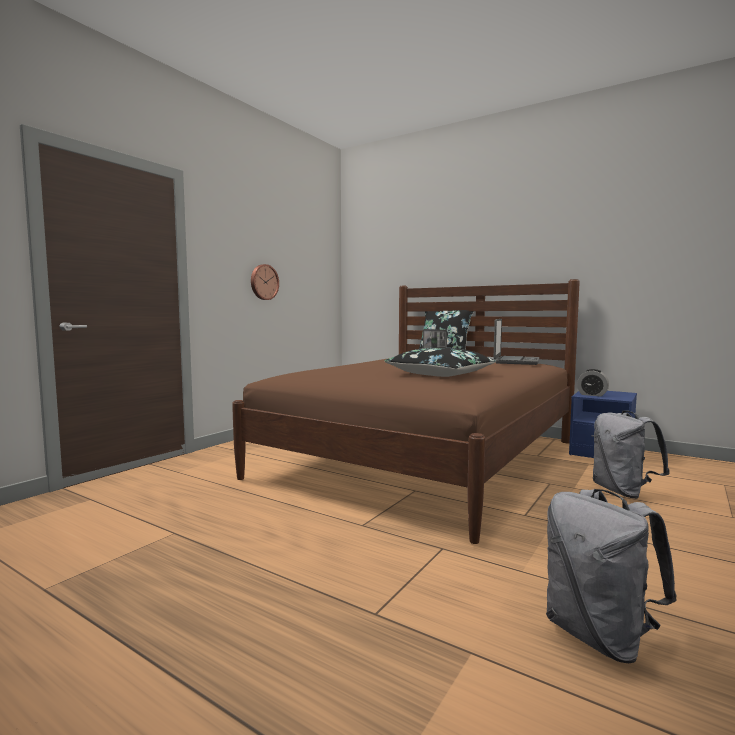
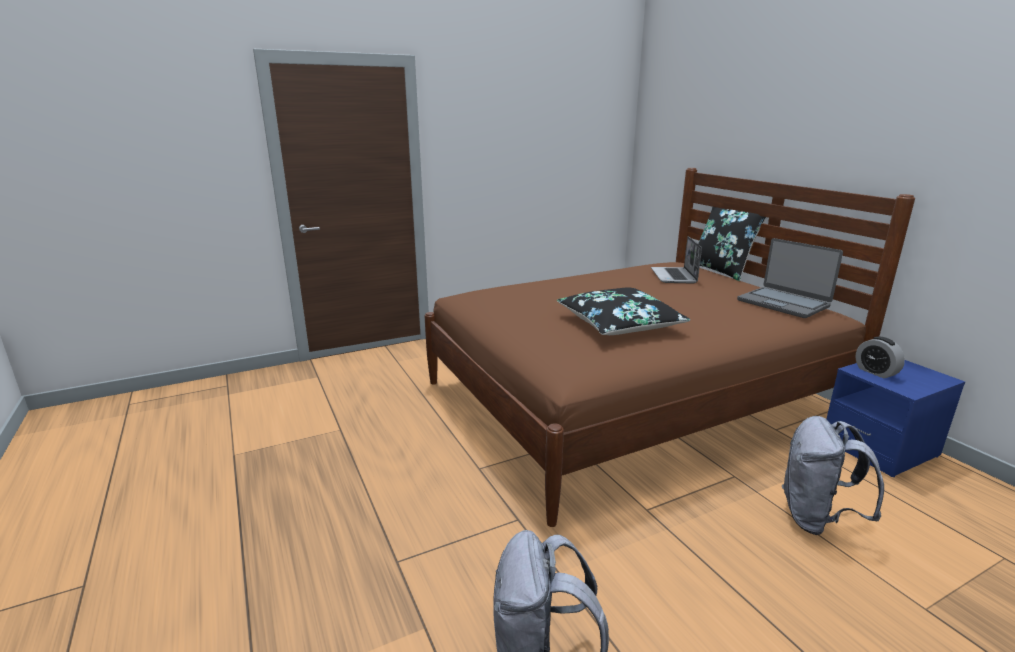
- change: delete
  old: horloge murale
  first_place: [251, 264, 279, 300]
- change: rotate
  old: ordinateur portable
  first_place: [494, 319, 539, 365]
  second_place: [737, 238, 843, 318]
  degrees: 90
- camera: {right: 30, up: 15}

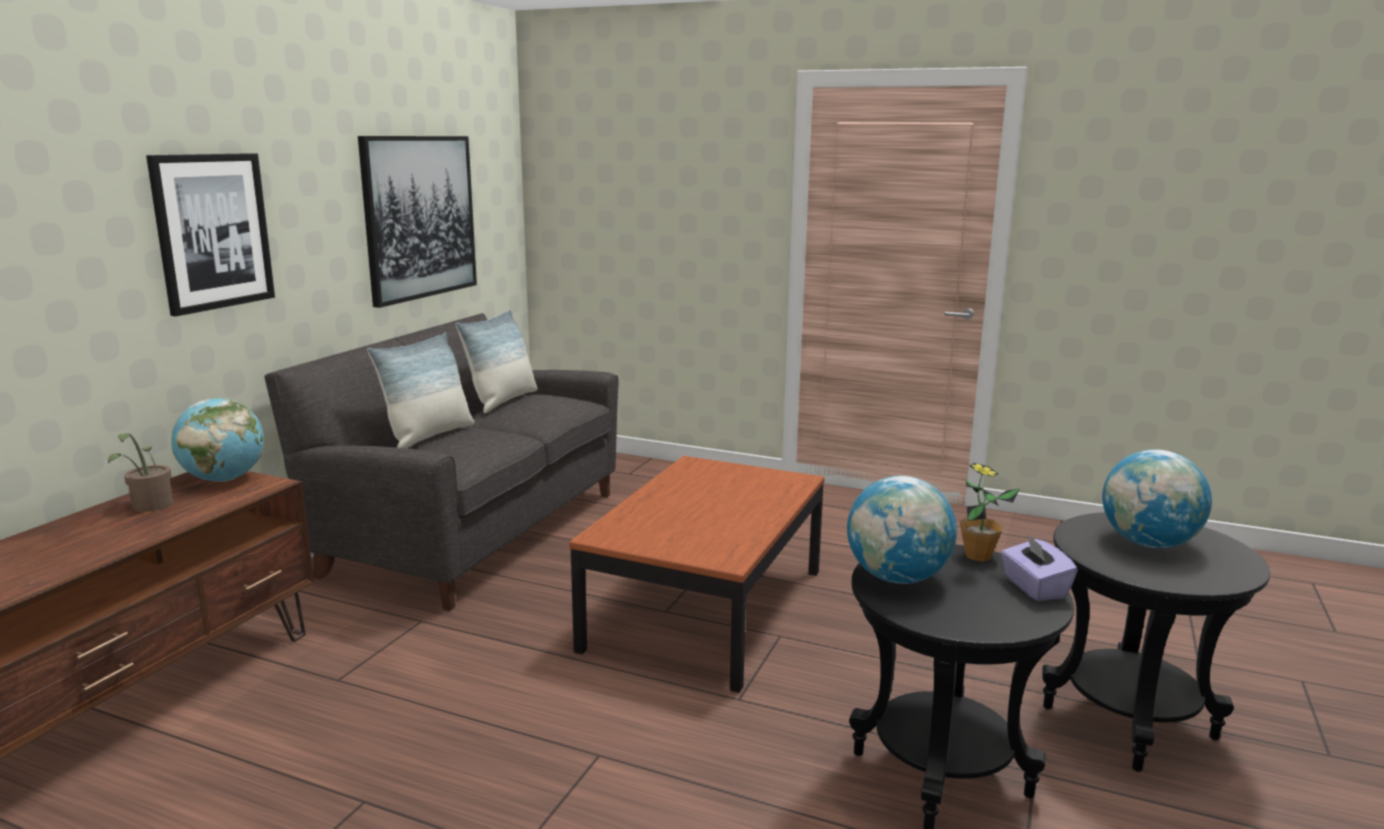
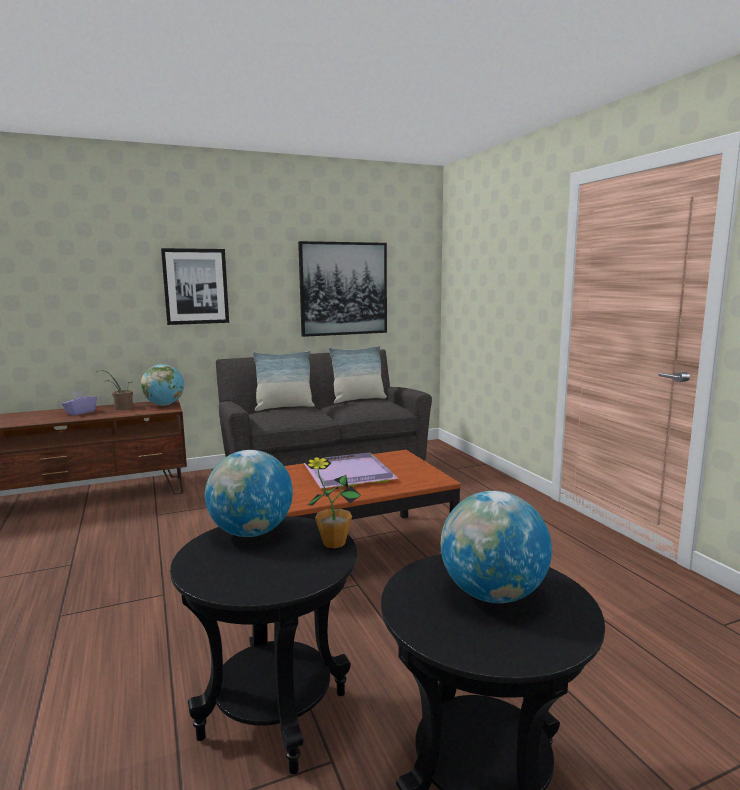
- change: move
  old: boîte à mouchoirs (violet)
  first_place: [1001, 534, 1078, 601]
  second_place: [62, 390, 97, 415]
- change: insert
  new: plateau (violet)
  second_place: [304, 452, 399, 488]
- camera: {right: 45, up: -5}

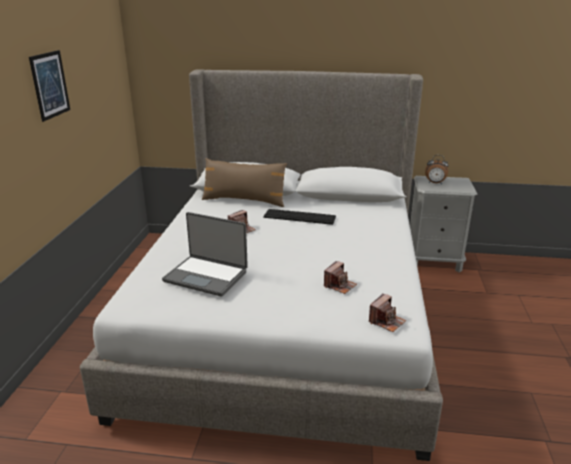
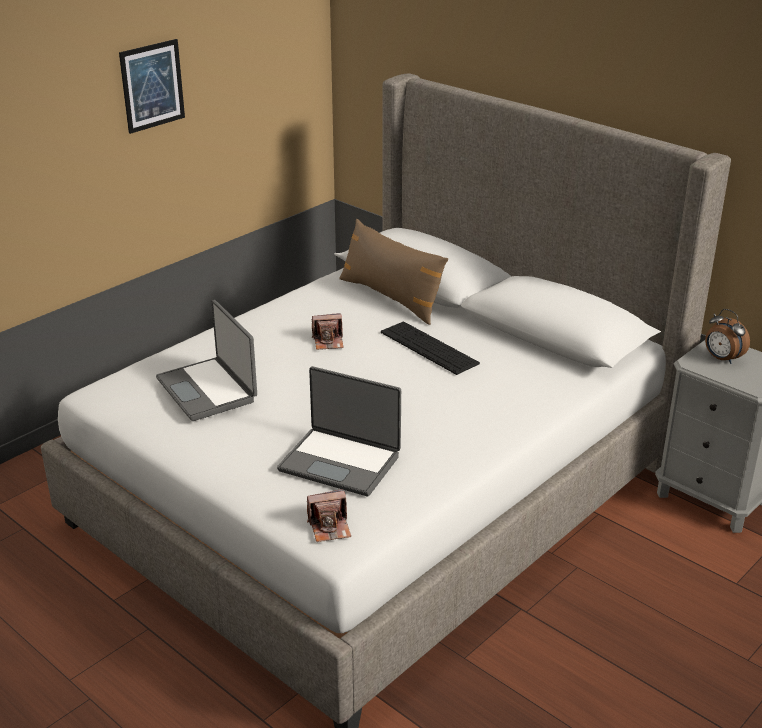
- change: replace
  old: appareil photo
  new: ordinateur portable
  first_place: [324, 261, 357, 294]
  second_place: [277, 366, 401, 496]
- camera: {right: 35, up: 5}

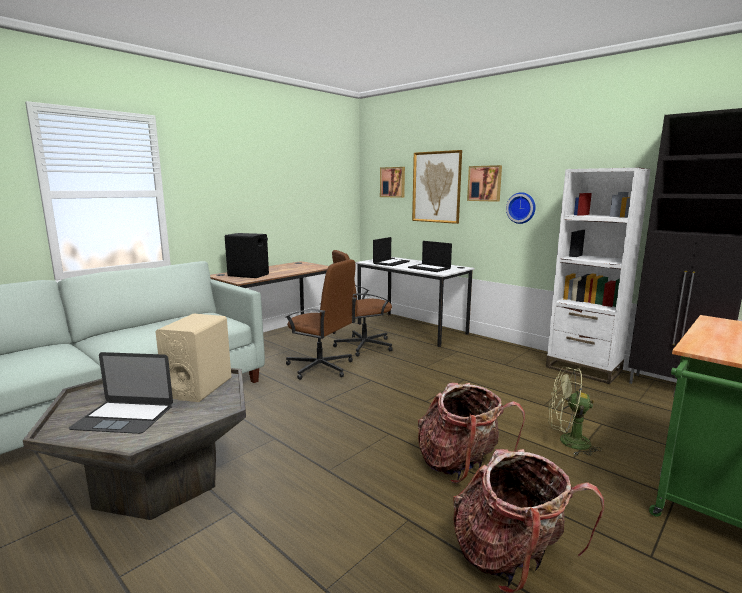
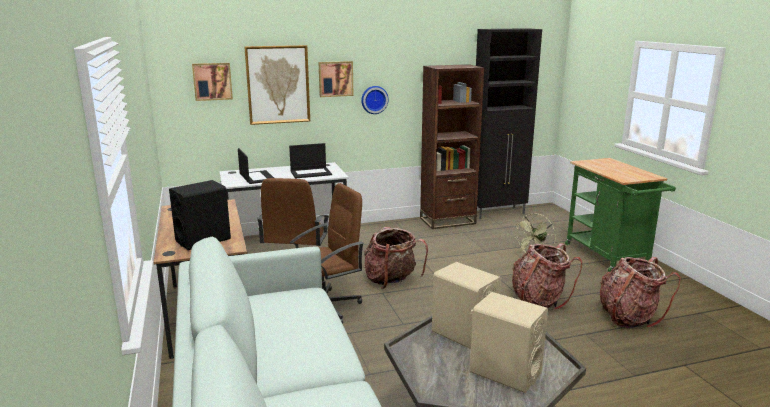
- change: replace
  old: ordinateur portable
  new: enceinte (beige)
  first_place: [69, 352, 173, 434]
  second_place: [470, 292, 548, 393]
- change: recolor
  old: bibliothèque (blanc)
  new: bibliothèque (marron)
  first_place: [546, 168, 651, 384]
  second_place: [420, 64, 484, 229]
- change: insert
  new: sac à dos
  second_place: [364, 227, 428, 289]
- camera: {right: -60, up: 5}

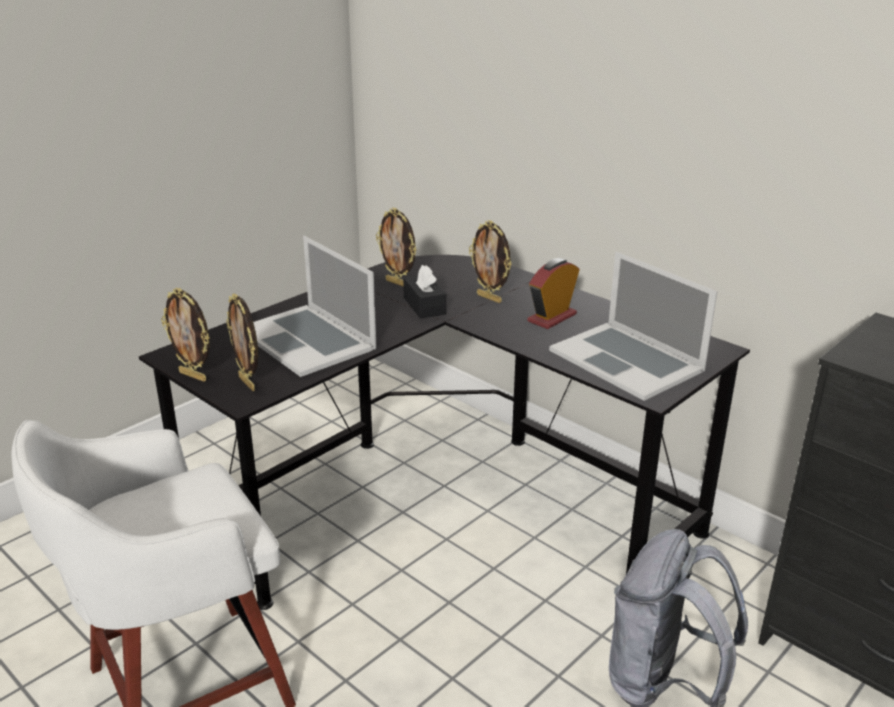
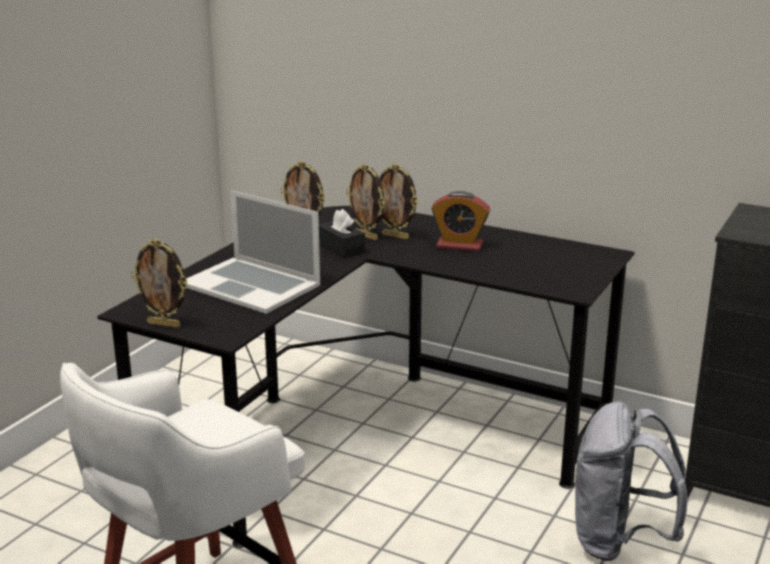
- change: move
  old: cadre photo
  first_place: [226, 294, 258, 391]
  second_place: [346, 163, 385, 240]
- change: rotate
  old: réveil
  first_place: [527, 258, 579, 329]
  second_place: [432, 191, 490, 252]
  degrees: -105
- change: delete
  old: ordinateur portable
  first_place: [549, 251, 717, 401]
- camera: {right: -15, up: -5}

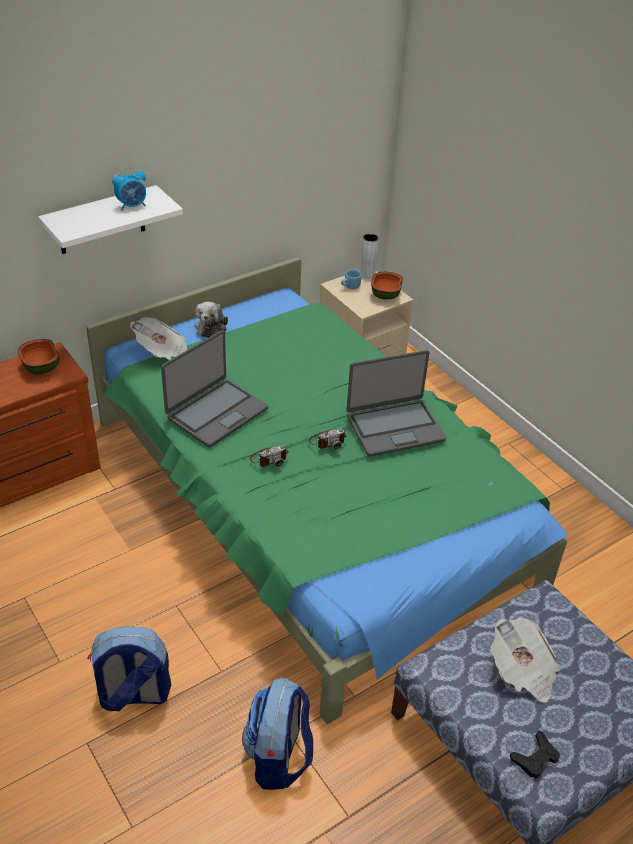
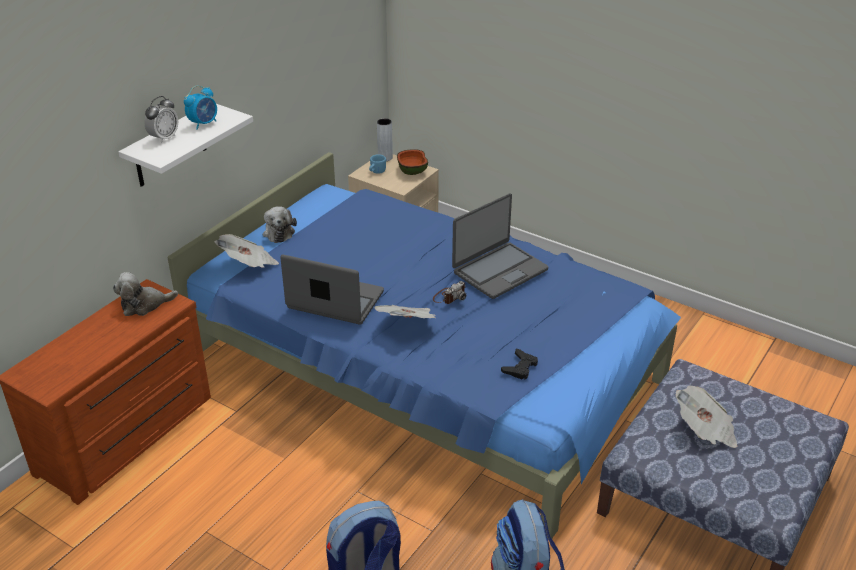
- change: replace
  old: bol
  new: peluche
  first_place: [18, 339, 60, 374]
  second_place: [113, 272, 178, 316]
- change: recolor
  old: lit (vert)
  new: lit (bleu)
  first_place: [86, 257, 568, 724]
  second_place: [168, 152, 681, 538]
- change: rotate
  old: ordinateur portable
  first_place: [161, 330, 268, 447]
  second_place: [280, 254, 384, 324]
  degrees: -90
- change: replace
  old: appareil photo
  new: journal
  first_place: [250, 445, 289, 467]
  second_place: [375, 305, 436, 318]
- change: move
  old: manette (noir)
  first_place: [510, 730, 560, 778]
  second_place: [501, 349, 538, 379]
- change: insert
  new: réveil
  second_place: [144, 96, 178, 143]
- camera: {right: -20, up: -5}

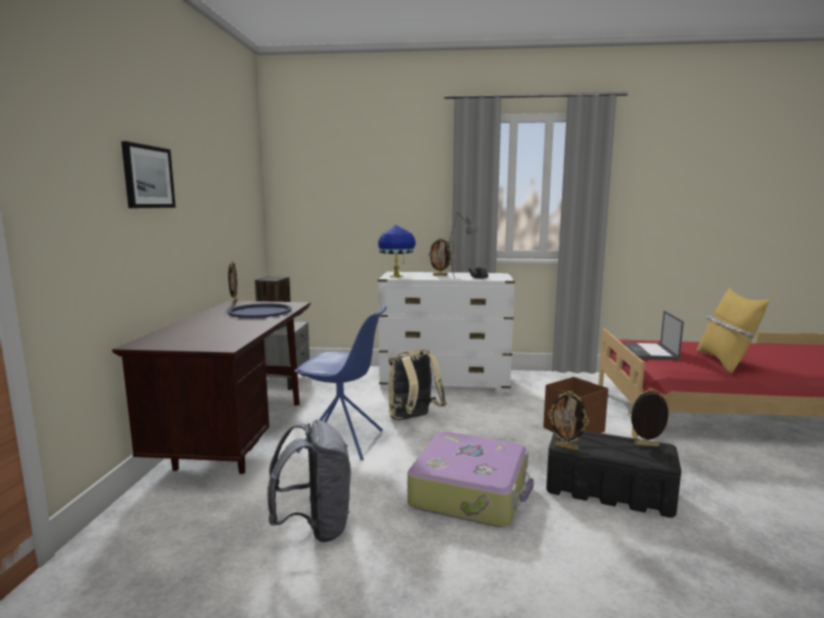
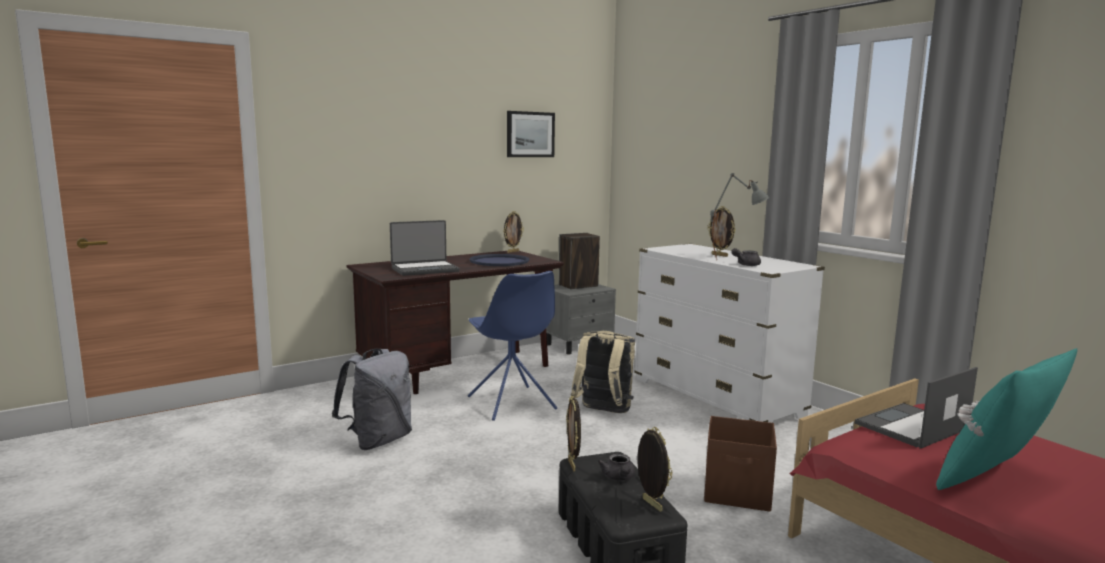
- change: move
  old: tableau
  first_place: [121, 141, 176, 208]
  second_place: [507, 111, 555, 157]
- change: delete
  old: lampe de table (bleu)
  first_place: [378, 225, 416, 278]
- change: delete
  old: valise
  first_place: [407, 432, 534, 527]
- change: recolor
  old: coussin (jaune)
  new: coussin (turquoise)
  first_place: [697, 288, 769, 374]
  second_place: [936, 348, 1077, 490]
- change: insert
  new: ordinateur portable
  second_place: [390, 220, 460, 276]
- change: insert
  new: théière (gris)
  second_place: [598, 453, 635, 481]
- camera: {right: 50, up: 0}

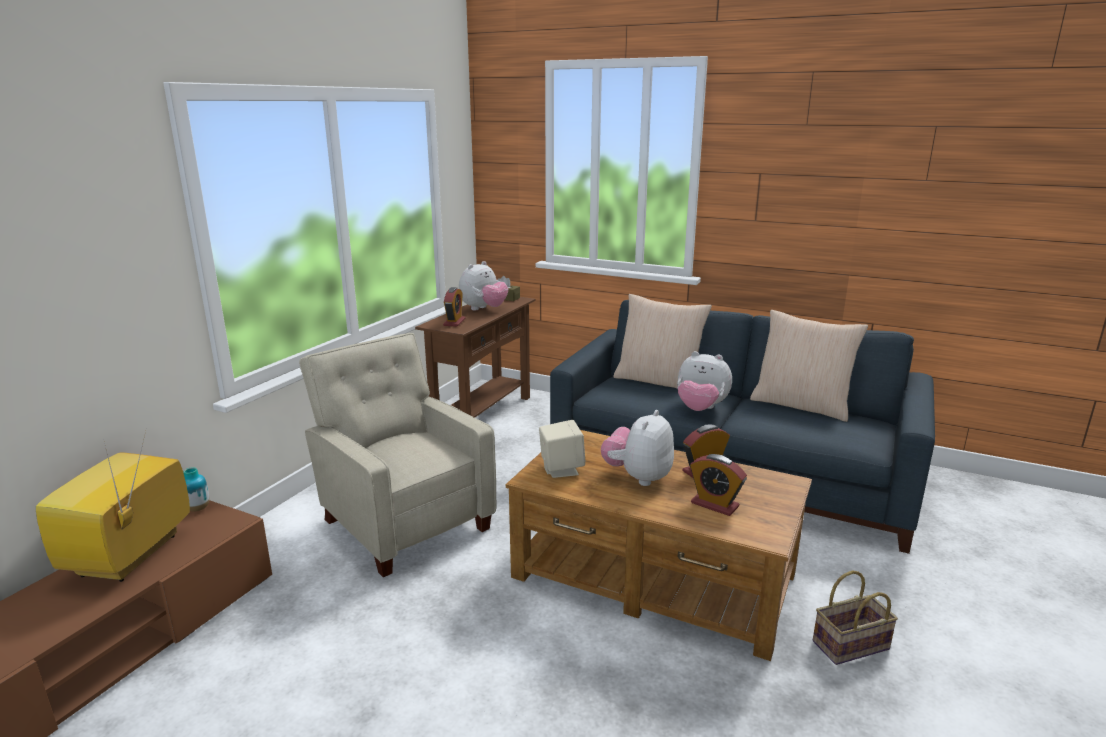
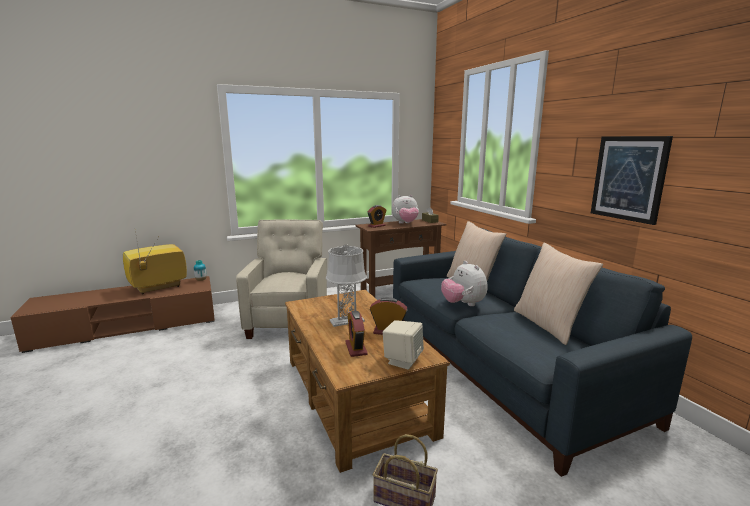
- change: move
  old: enceinte (beige)
  first_place: [539, 420, 586, 478]
  second_place: [383, 320, 424, 370]
- change: replace
  old: peluche
  new: lampe de table (gris)
  first_place: [601, 410, 674, 486]
  second_place: [326, 245, 367, 327]
- change: insert
  new: tableau
  second_place: [591, 136, 673, 225]
- camera: {right: 40, up: -5}

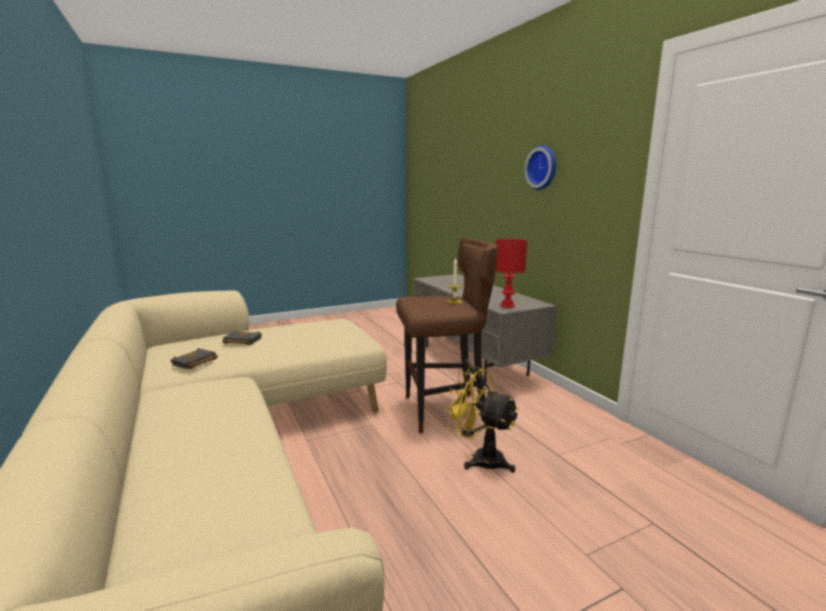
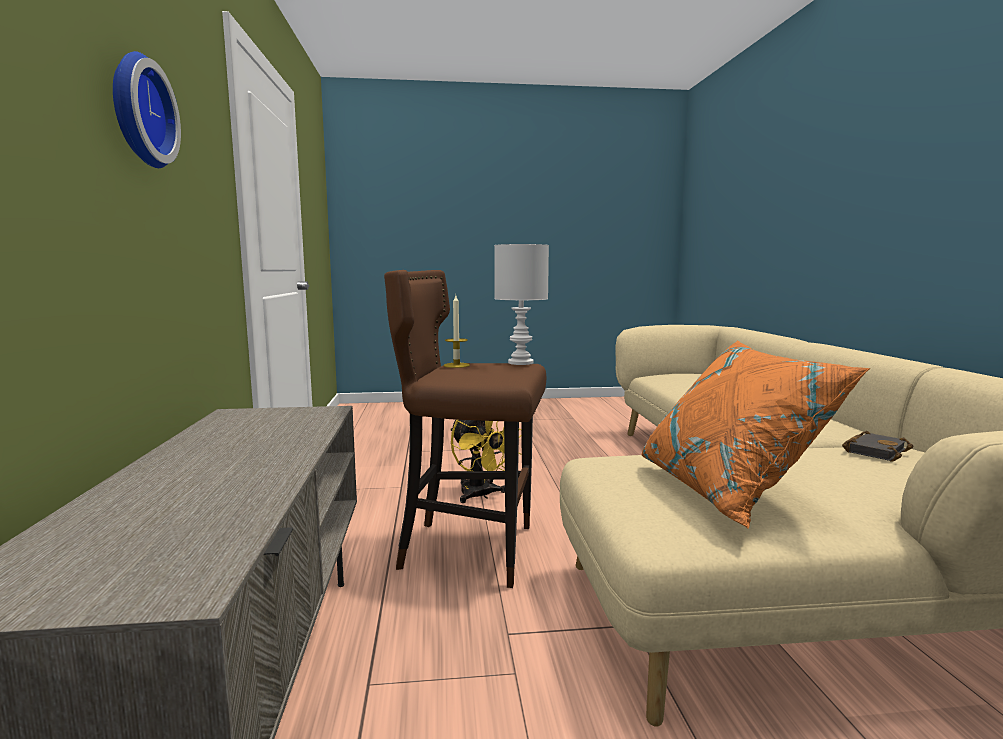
- change: delete
  old: livre (noir)
  first_place: [222, 330, 262, 345]
- change: delete
  old: lampe de table (rouge)
  first_place: [495, 239, 527, 308]
- change: insert
  new: lampe de table (blanc)
  second_place: [494, 244, 549, 365]
- change: insert
  new: coussin (orange)
  second_place: [641, 340, 870, 529]
- camera: {right: -160, up: -5}

